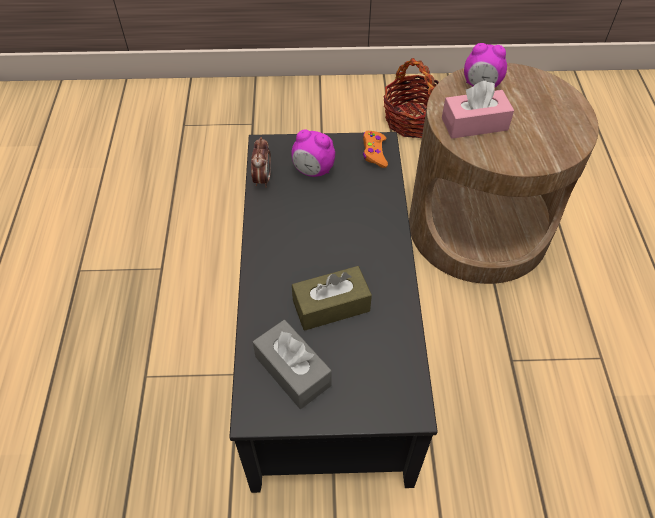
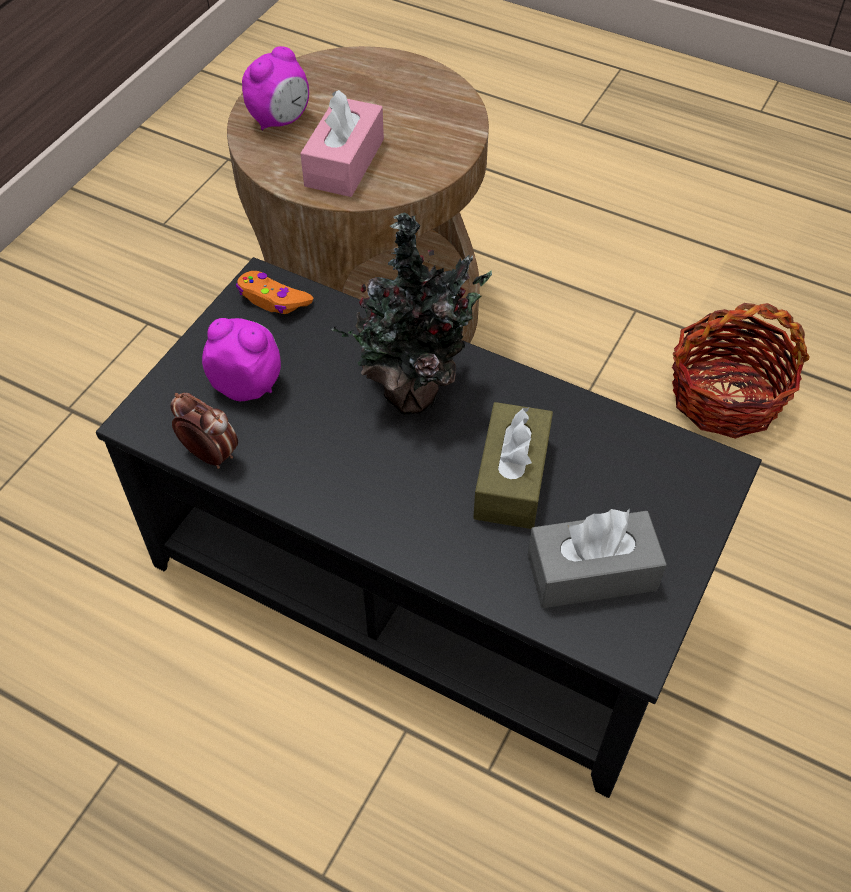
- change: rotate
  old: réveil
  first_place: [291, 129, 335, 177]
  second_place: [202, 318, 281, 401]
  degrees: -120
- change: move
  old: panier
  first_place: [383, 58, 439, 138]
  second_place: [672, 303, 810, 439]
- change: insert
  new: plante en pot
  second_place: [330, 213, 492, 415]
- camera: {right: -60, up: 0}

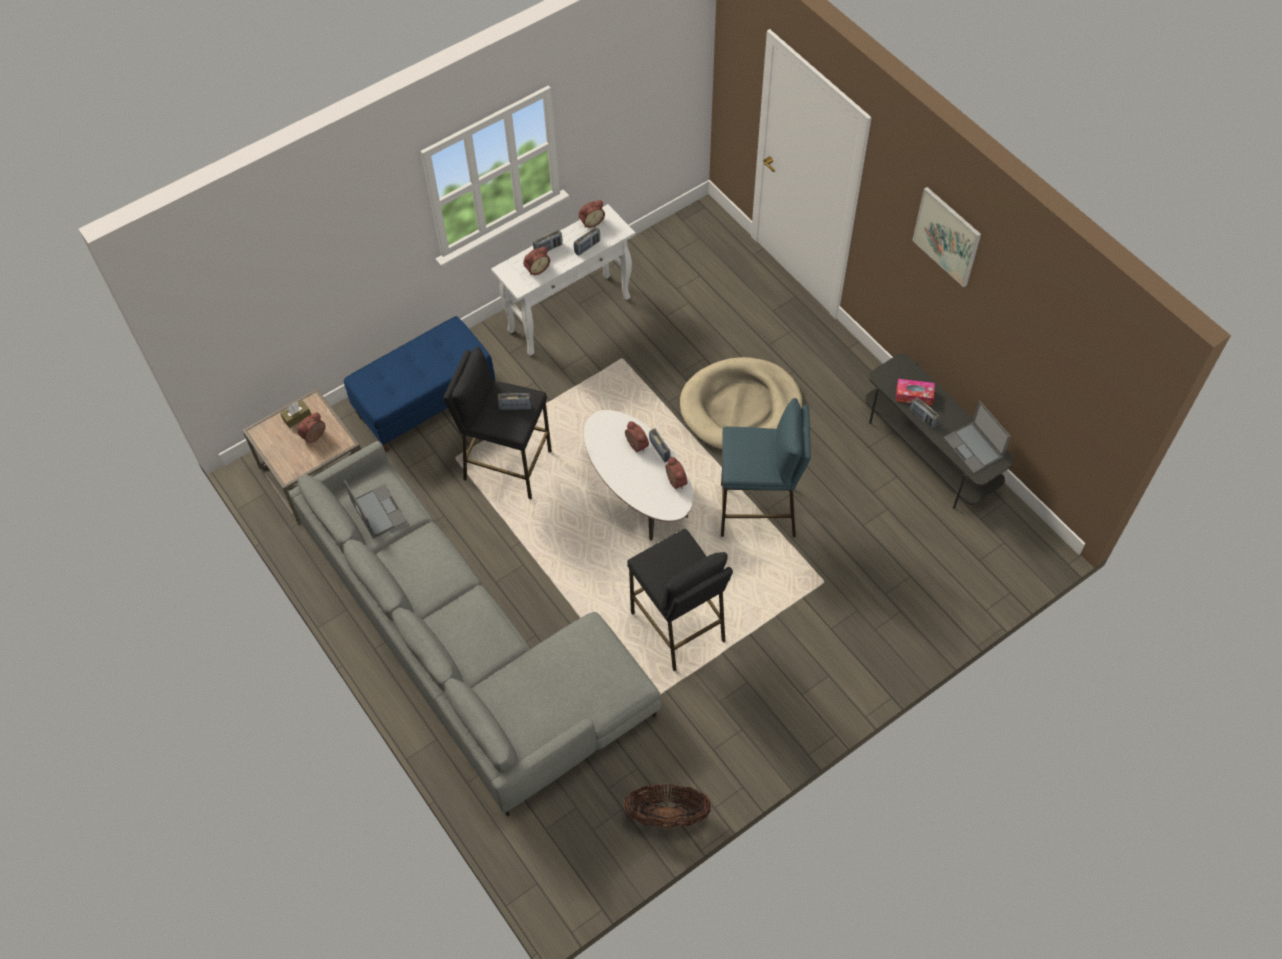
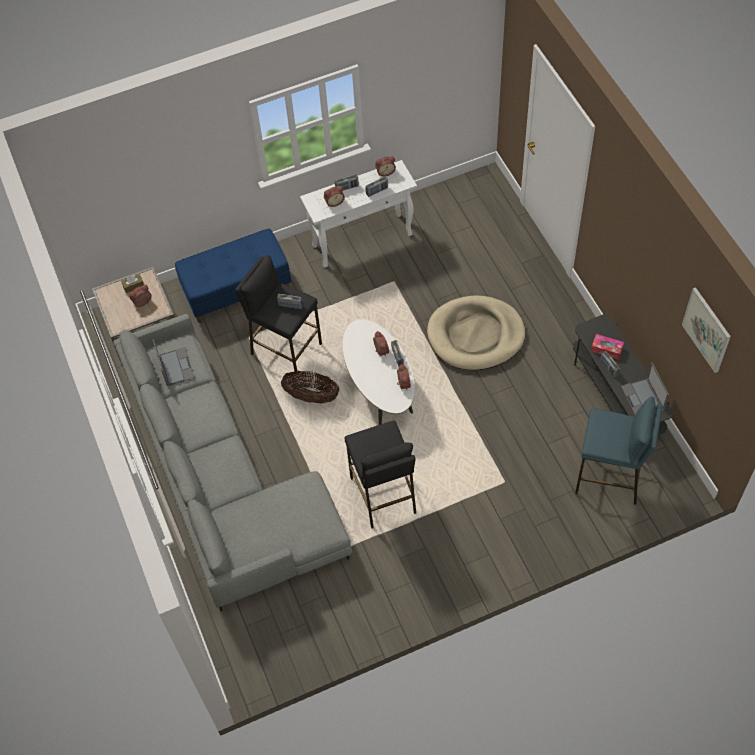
- change: move
  old: panier
  first_place: [624, 783, 711, 828]
  second_place: [281, 371, 339, 404]
- change: move
  old: tabouret (bleu)
  first_place: [721, 398, 811, 537]
  second_place: [575, 396, 663, 505]
- change: move
  old: tableau
  first_place: [912, 187, 981, 287]
  second_place: [682, 287, 731, 373]
- camera: {right: 15, up: 0}

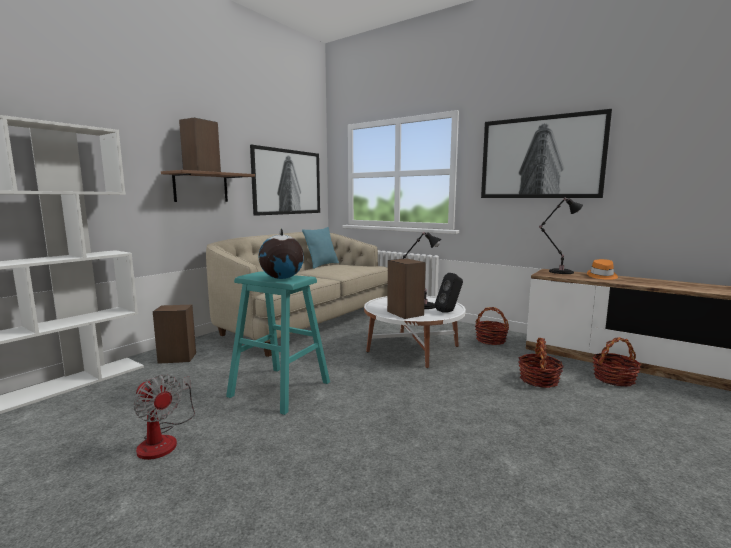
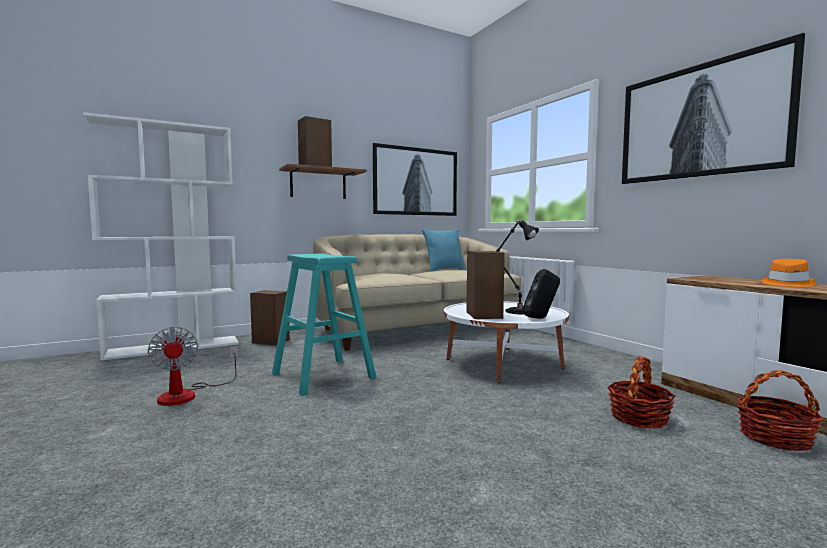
- change: delete
  old: globe
  first_place: [258, 228, 304, 279]
- change: delete
  old: panier
  first_place: [475, 307, 509, 345]
- change: delete
  old: lampe de table (noir)
  first_place: [539, 198, 583, 274]
- camera: {right: 25, up: -5}

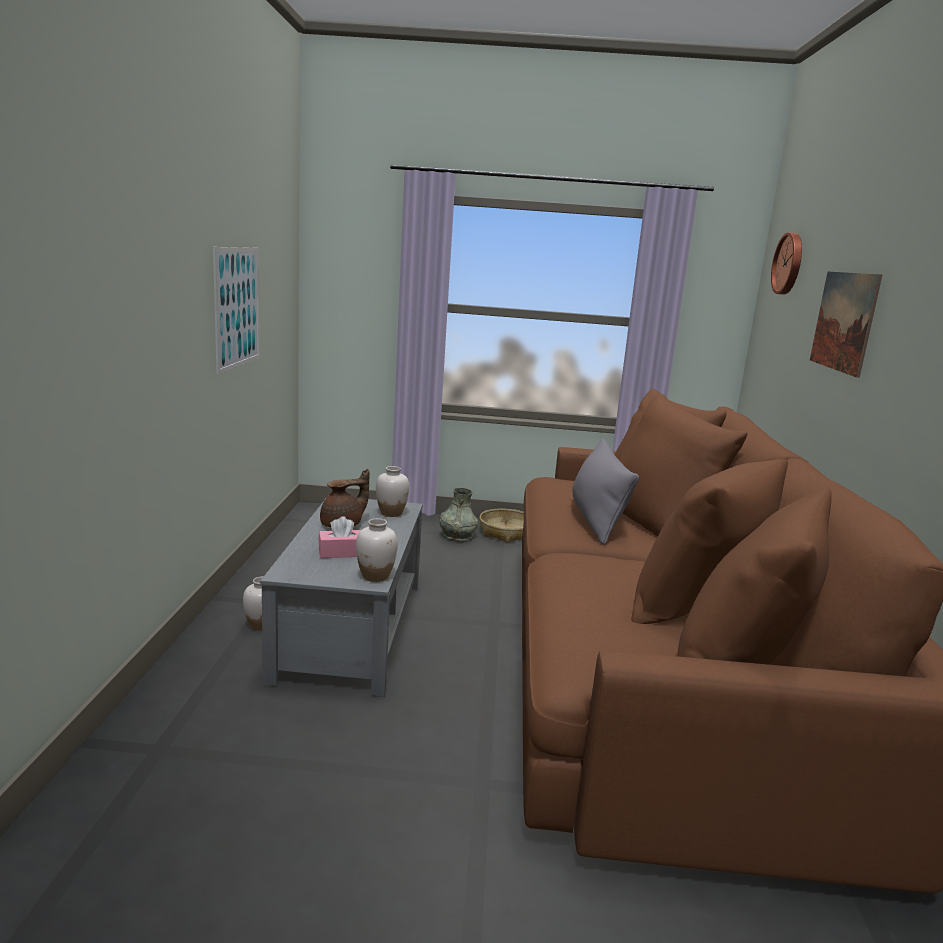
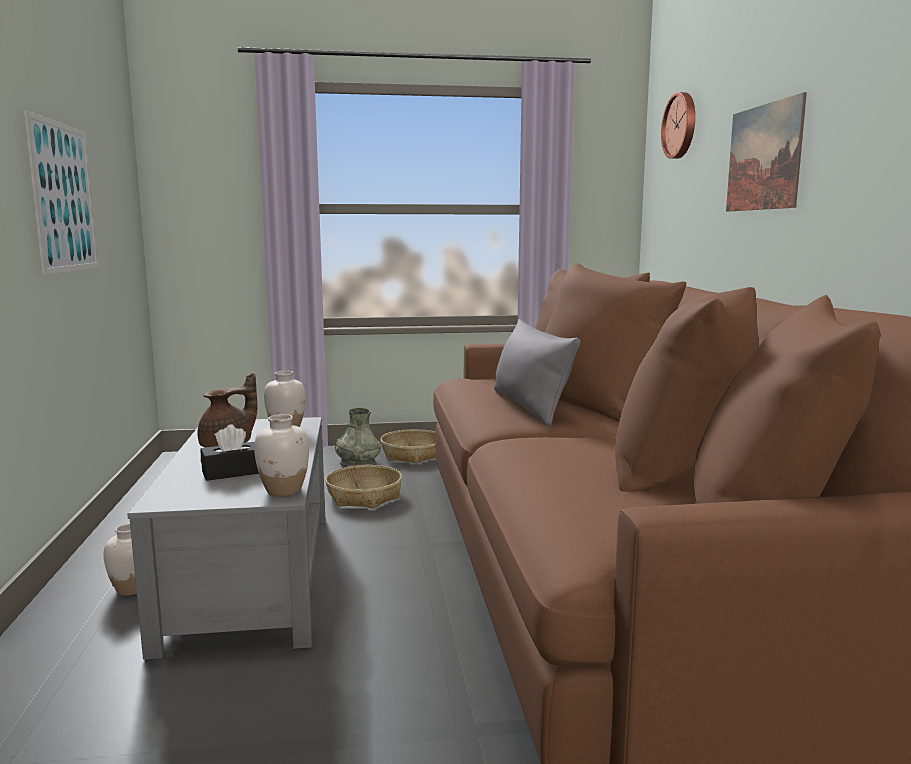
- change: recolor
  old: boîte à mouchoirs (rose)
  new: boîte à mouchoirs (noir)
  first_place: [318, 516, 361, 558]
  second_place: [201, 424, 259, 481]
- change: insert
  new: panier
  second_place: [325, 465, 402, 509]
- camera: {right: -10, up: -5}

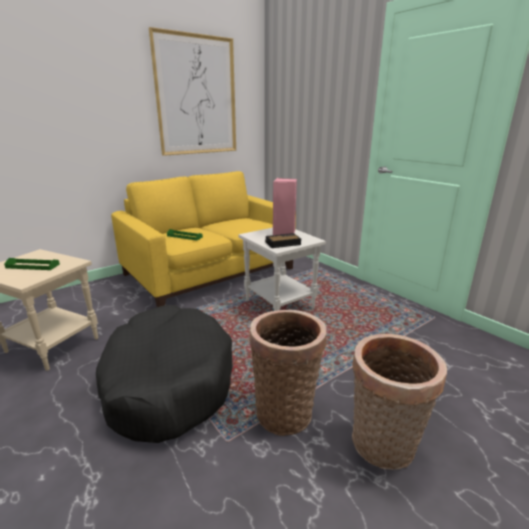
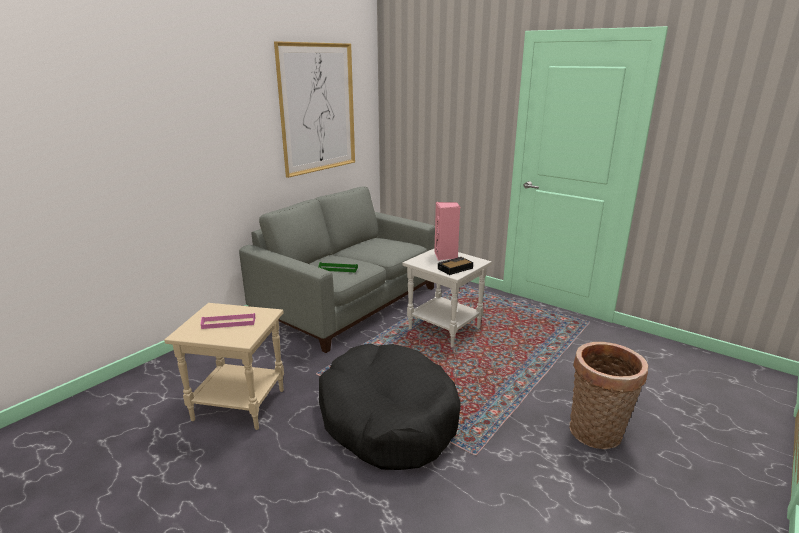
- change: recolor
  old: plateau (vert)
  new: plateau (rose)
  first_place: [4, 258, 60, 270]
  second_place: [201, 313, 256, 329]
- change: recolor
  old: canapé (jaune)
  new: canapé (gris)
  first_place: [111, 171, 296, 307]
  second_place: [239, 186, 435, 353]
- change: delete
  old: panier
  first_place: [250, 310, 327, 436]
- camera: {right: -15, up: 0}

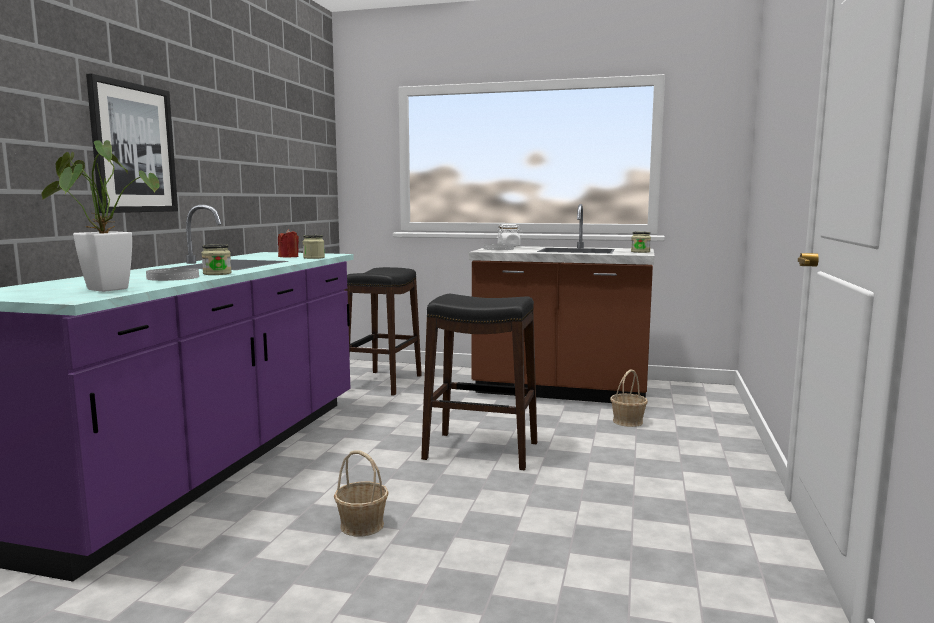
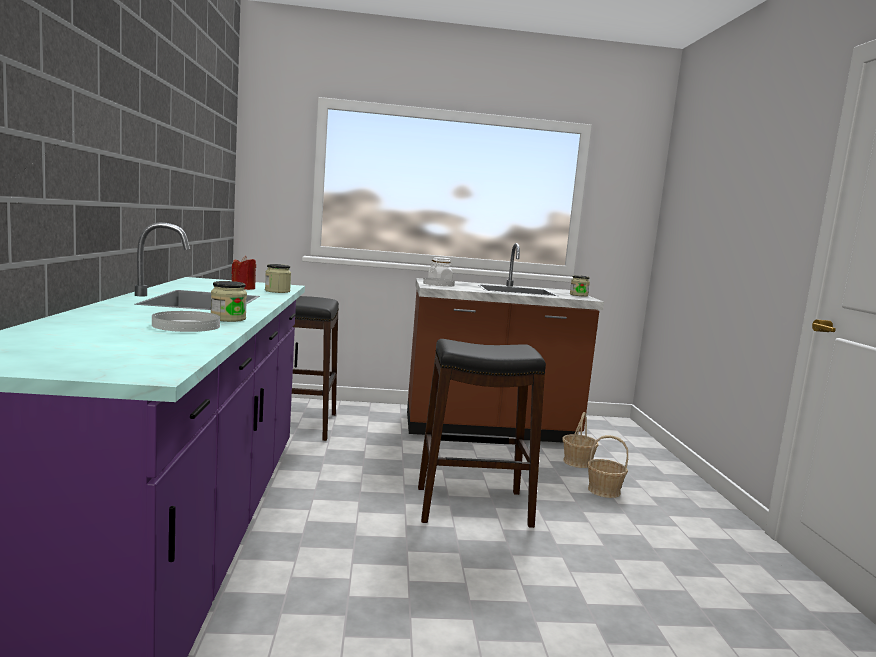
- change: delete
  old: plante en pot
  first_place: [41, 140, 160, 292]
- change: delete
  old: tableau
  first_place: [86, 73, 178, 213]
- change: move
  old: panier
  first_place: [334, 450, 389, 537]
  second_place: [587, 435, 628, 498]
- camera: {right: -20, up: 0}

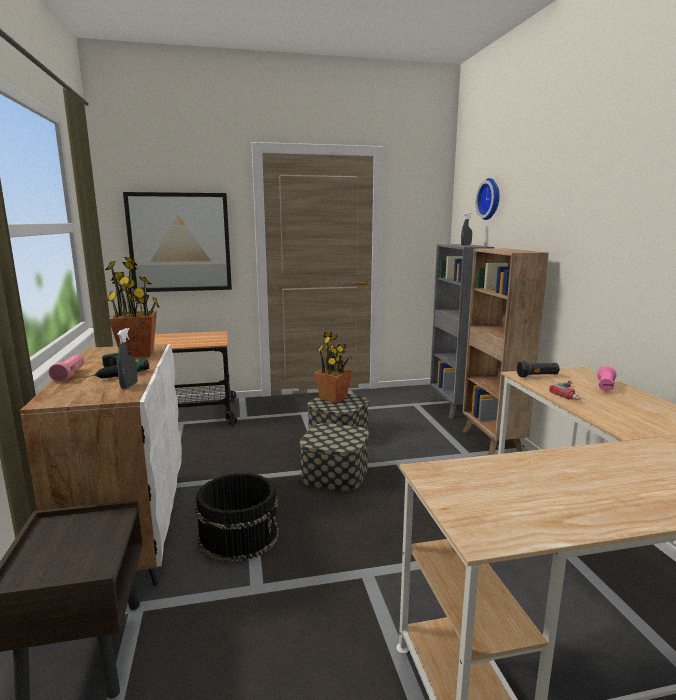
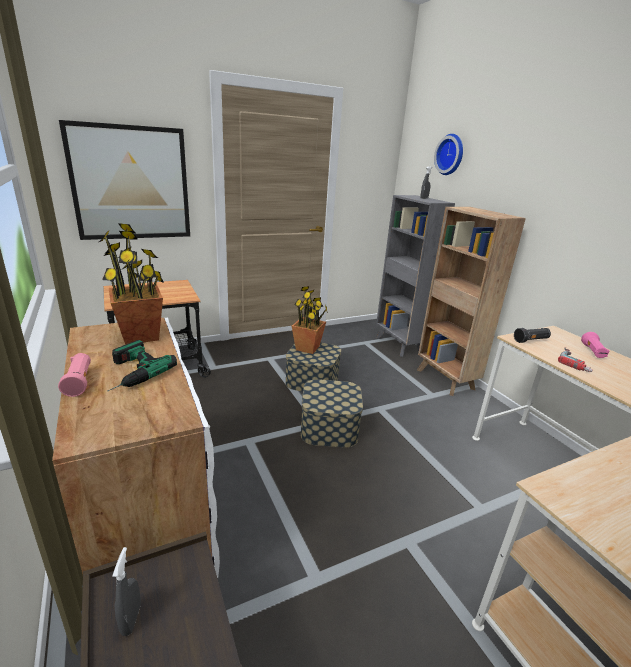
- change: move
  old: vaporisateur (gris)
  first_place: [117, 328, 138, 389]
  second_place: [112, 547, 141, 636]
- change: delete
  old: seau (noir)
  first_place: [195, 473, 279, 562]
- camera: {right: -15, up: 10}

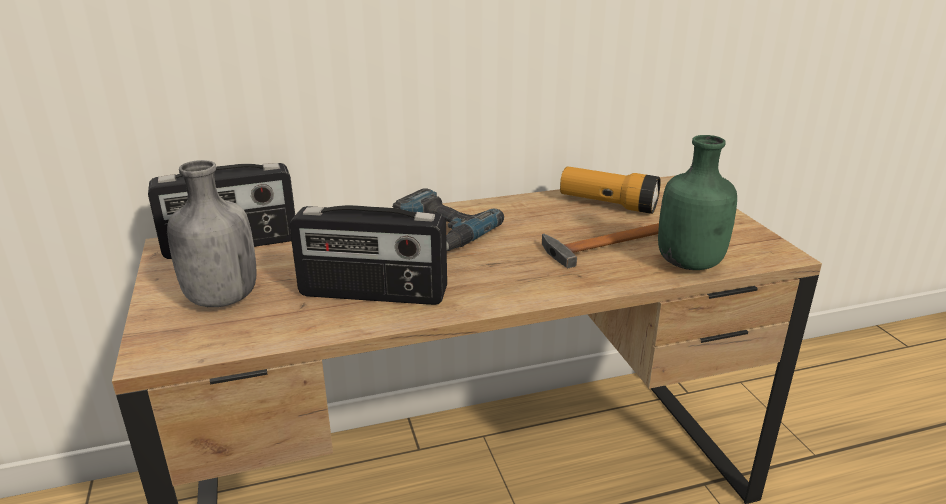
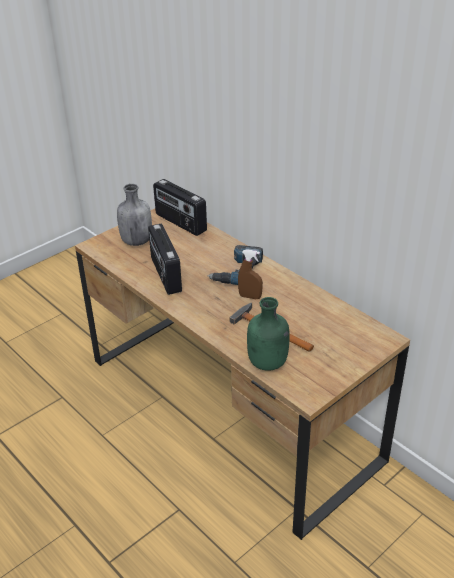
- change: delete
  old: lampe de poche
  first_place: [560, 166, 661, 214]
- change: insert
  new: vaporisateur (marron)
  second_place: [238, 249, 263, 299]
- camera: {right: 65, up: 10}

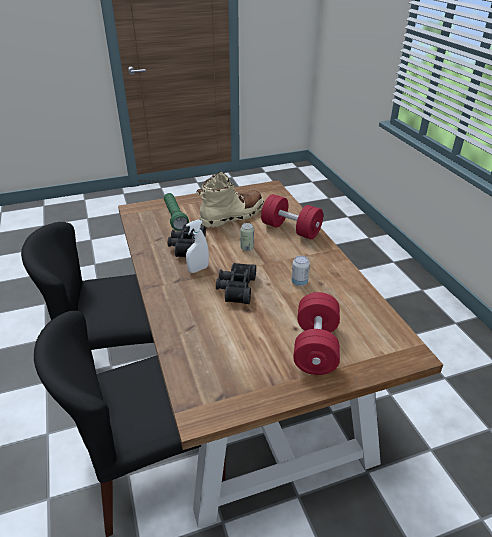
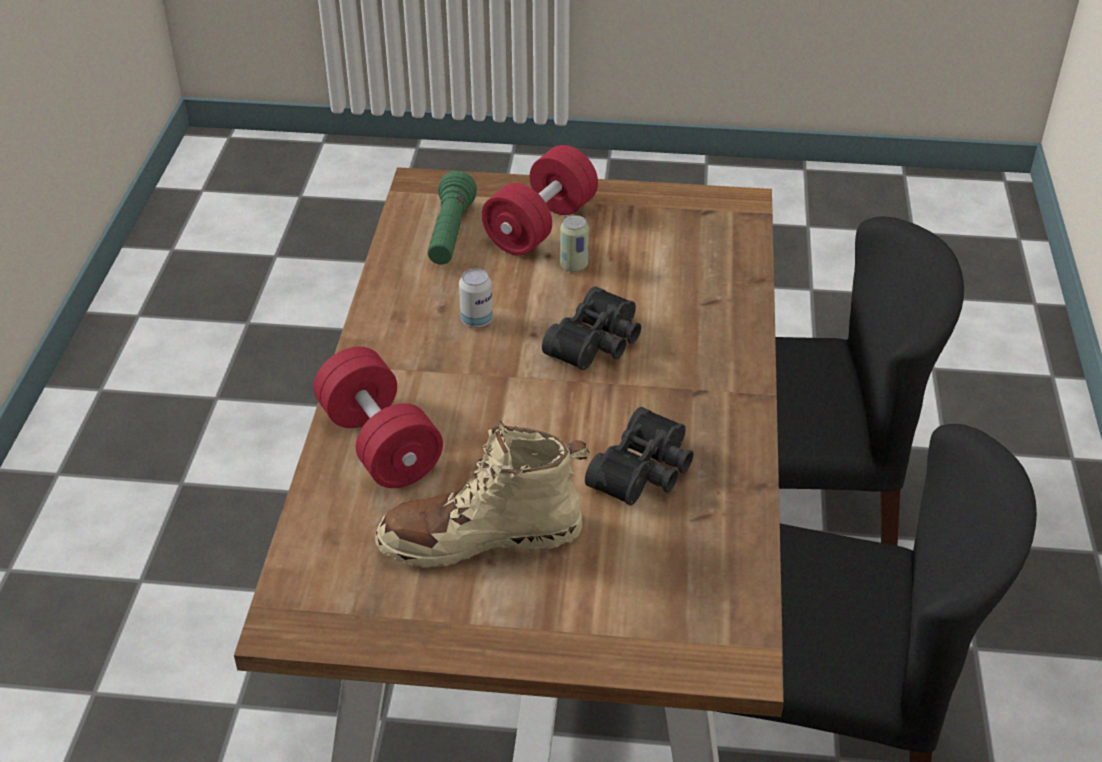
- change: move
  old: lampe de poche (vert)
  first_place: [164, 193, 189, 231]
  second_place: [428, 171, 477, 265]
- change: delete
  old: vaporisateur (blanc)
  first_place: [186, 220, 209, 273]
- change: move
  old: boîte métallique
  first_place: [240, 223, 254, 251]
  second_place: [560, 215, 589, 272]
- camera: {right: -155, up: 5}

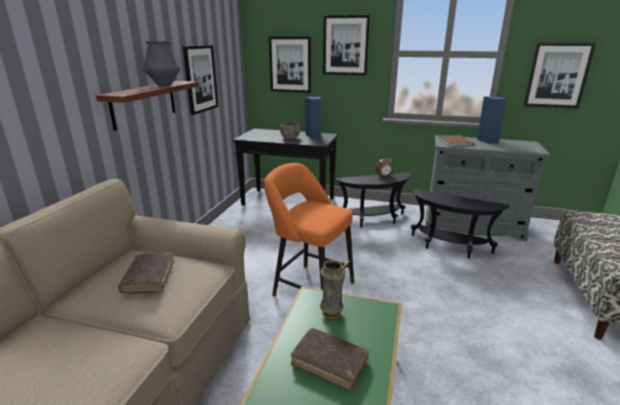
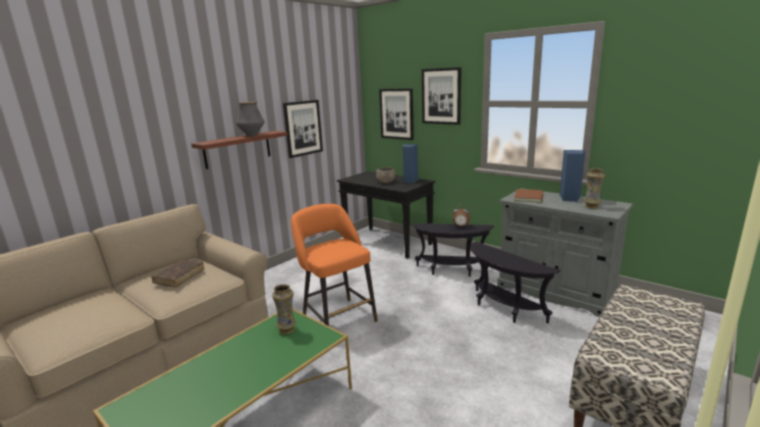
- change: delete
  old: livre (marron)
  first_place: [291, 328, 369, 391]
- change: delete
  old: tableau
  first_place: [524, 43, 596, 109]
- change: insert
  new: vase
  second_place: [584, 168, 605, 209]
- camera: {right: 25, up: -5}

